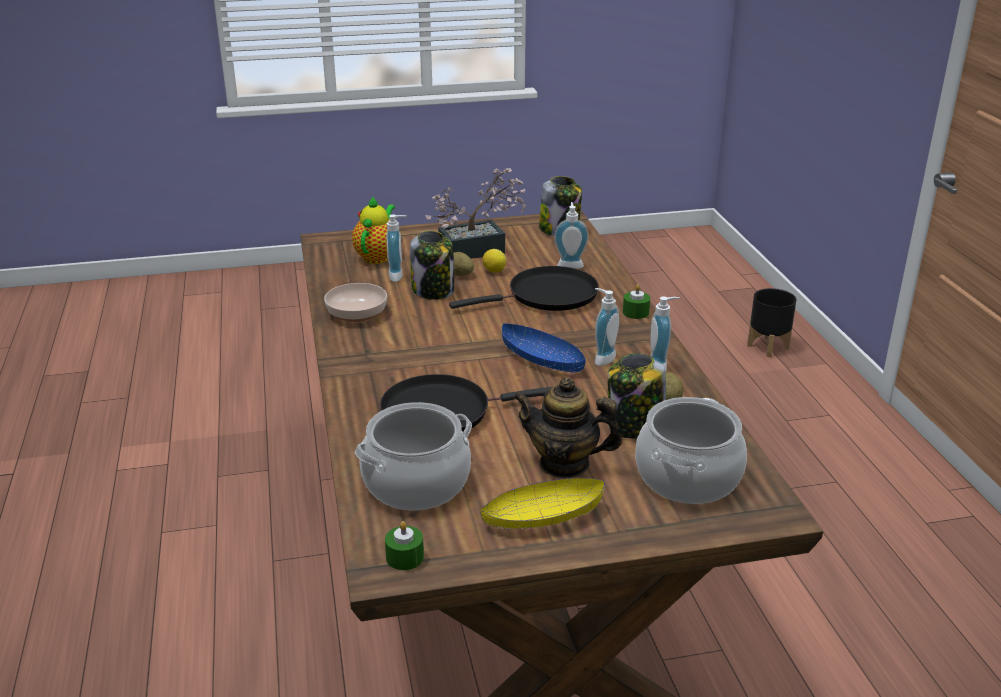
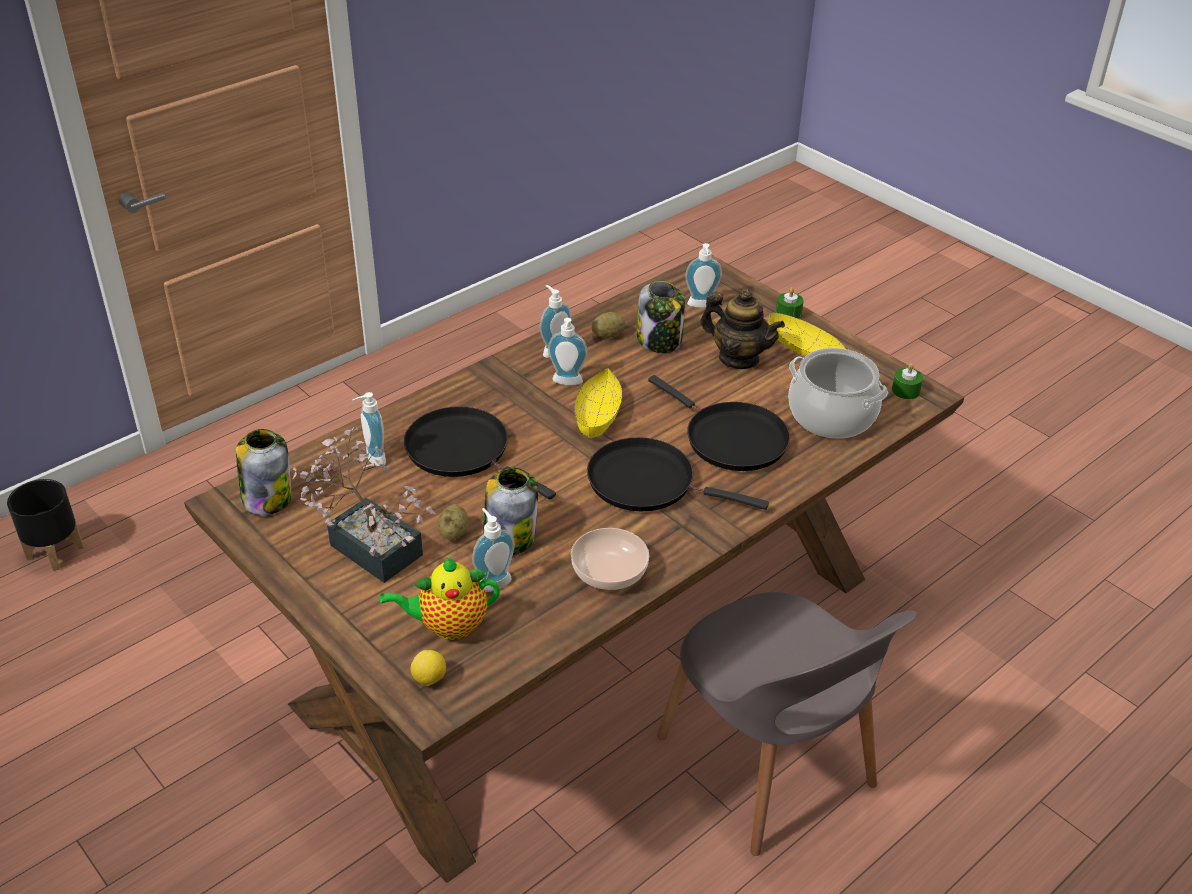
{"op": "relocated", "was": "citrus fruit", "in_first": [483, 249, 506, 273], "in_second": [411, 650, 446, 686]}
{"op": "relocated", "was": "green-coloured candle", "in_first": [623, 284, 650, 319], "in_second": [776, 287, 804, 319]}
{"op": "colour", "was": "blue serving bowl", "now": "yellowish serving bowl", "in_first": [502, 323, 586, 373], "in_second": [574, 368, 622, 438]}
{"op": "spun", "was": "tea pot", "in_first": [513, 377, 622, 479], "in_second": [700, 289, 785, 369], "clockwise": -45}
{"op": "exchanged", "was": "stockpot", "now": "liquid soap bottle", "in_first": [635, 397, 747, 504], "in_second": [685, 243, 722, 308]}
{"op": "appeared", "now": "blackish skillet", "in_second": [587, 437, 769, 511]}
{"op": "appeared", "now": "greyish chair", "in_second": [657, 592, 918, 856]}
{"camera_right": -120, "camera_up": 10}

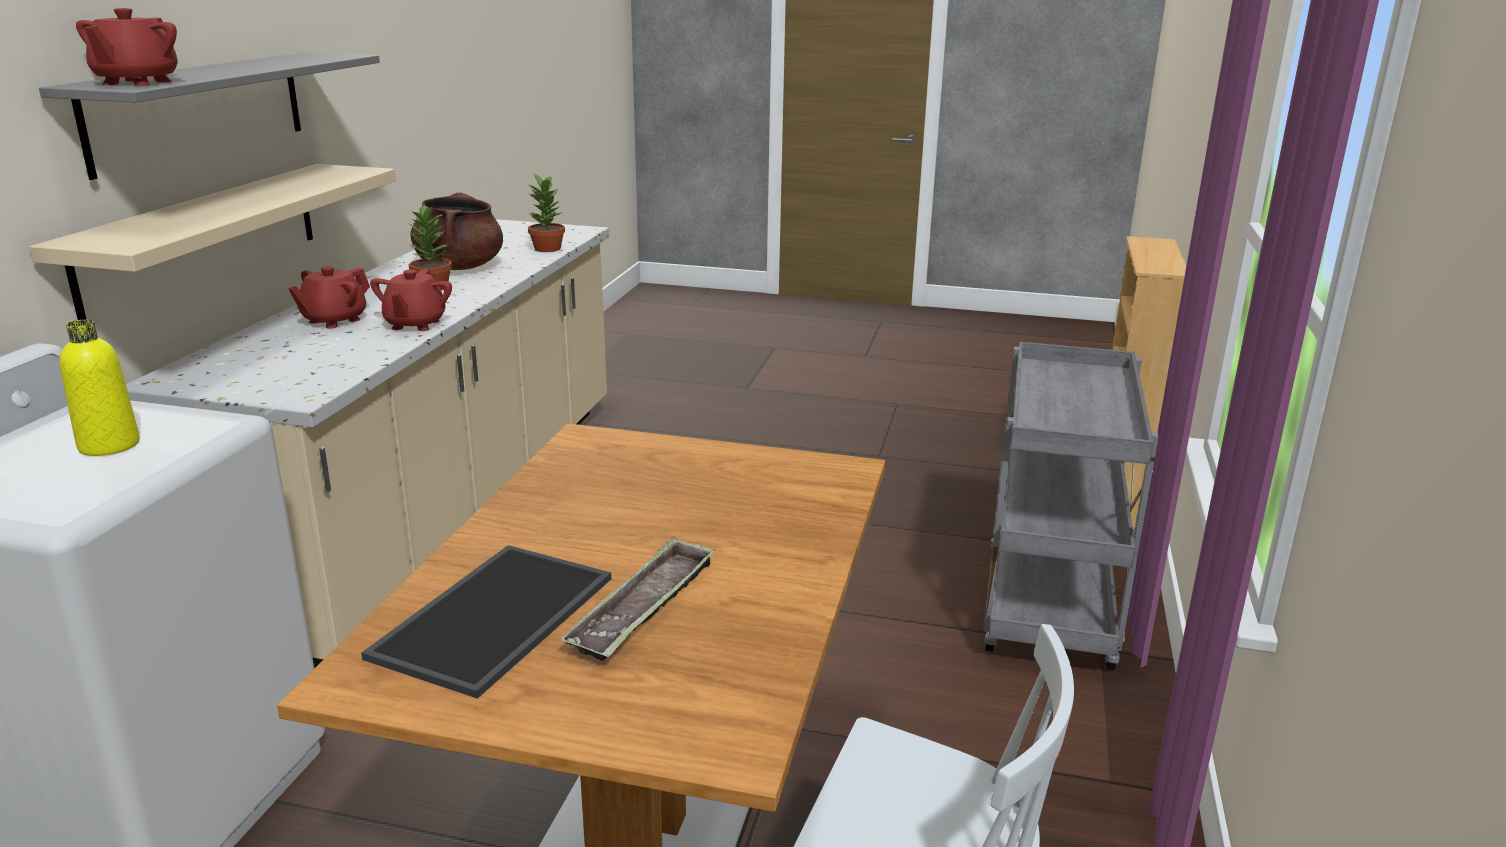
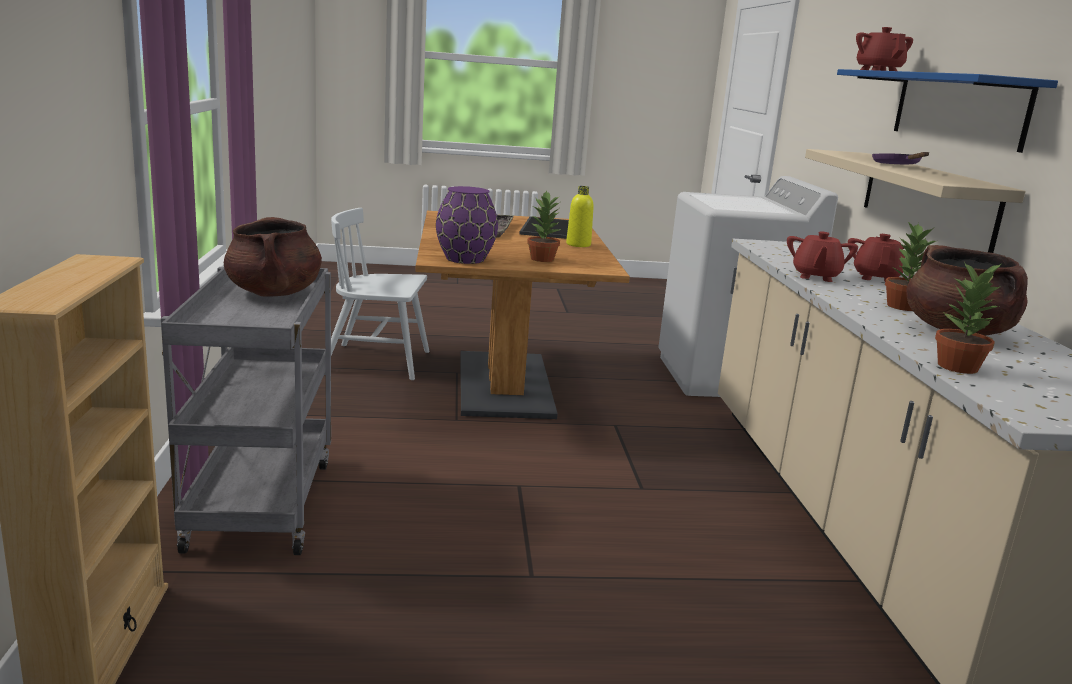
{"op": "colour", "was": "greyish shelf", "now": "blue shelf", "in_first": [39, 52, 380, 180], "in_second": [837, 69, 1058, 153]}
{"op": "spun", "was": "red-coloured tea pot", "in_first": [370, 269, 452, 331], "in_second": [787, 231, 858, 282], "clockwise": -150}
{"op": "relocated", "was": "yellowish beverage bottle", "in_first": [60, 320, 140, 456], "in_second": [566, 186, 593, 247]}
{"op": "appeared", "now": "purple skillet", "in_second": [872, 152, 929, 164]}
{"op": "appeared", "now": "purple flower vase", "in_second": [436, 186, 498, 264]}
{"op": "appeared", "now": "plant in a pot", "in_second": [527, 190, 561, 262]}
{"op": "appeared", "now": "brown stockpot", "in_second": [224, 217, 322, 297]}
{"camera_right": 160, "camera_up": -5}

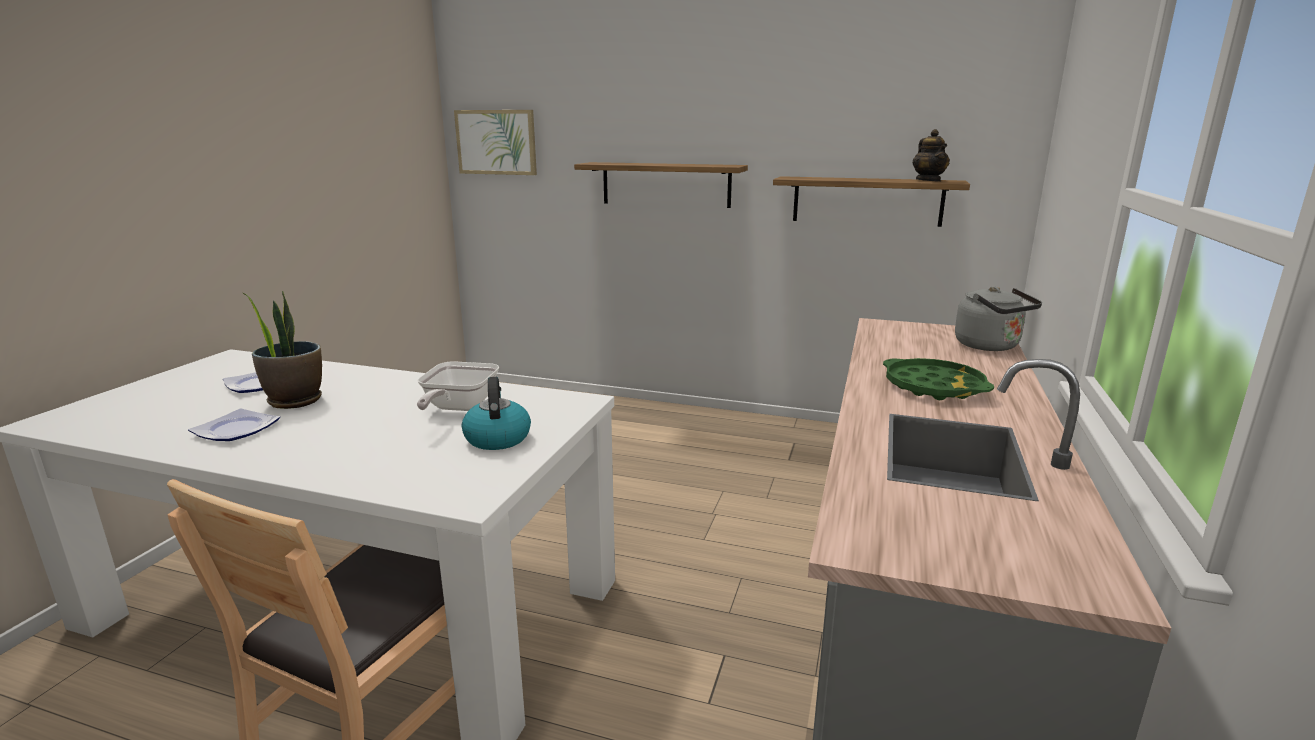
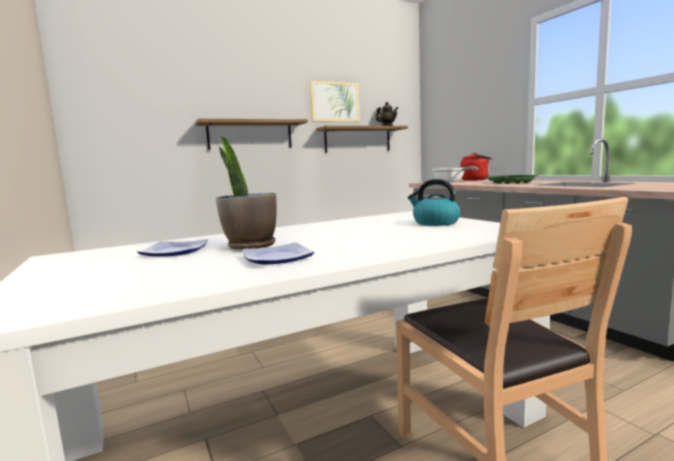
{"op": "relocated", "was": "wall picture", "in_first": [454, 110, 537, 175], "in_second": [309, 81, 360, 122]}
{"op": "colour", "was": "greyish water kettle", "now": "red-coloured water kettle", "in_first": [955, 286, 1042, 351], "in_second": [460, 153, 492, 181]}
{"op": "relocated", "was": "skillet", "in_first": [417, 362, 499, 411], "in_second": [432, 166, 478, 183]}
{"camera_right": -45, "camera_up": -10}

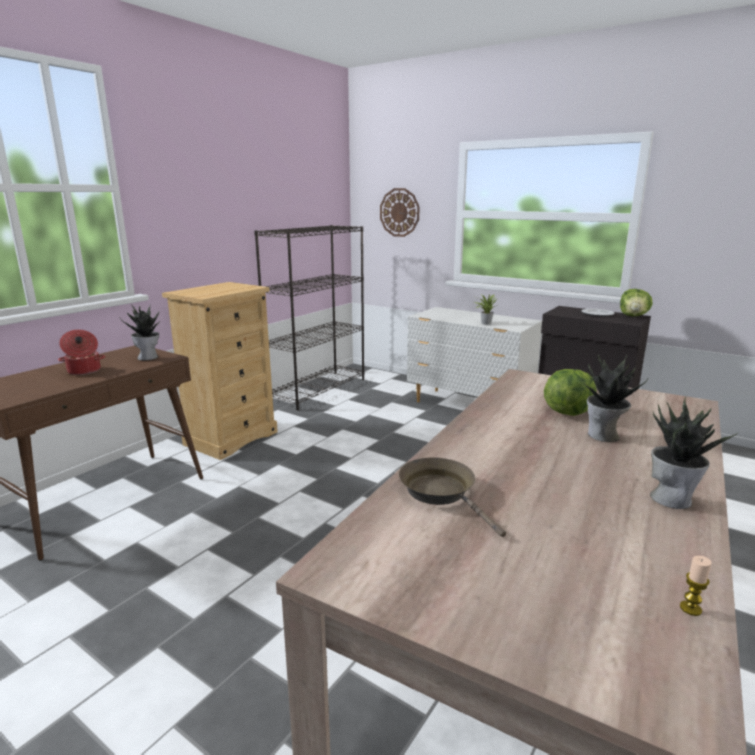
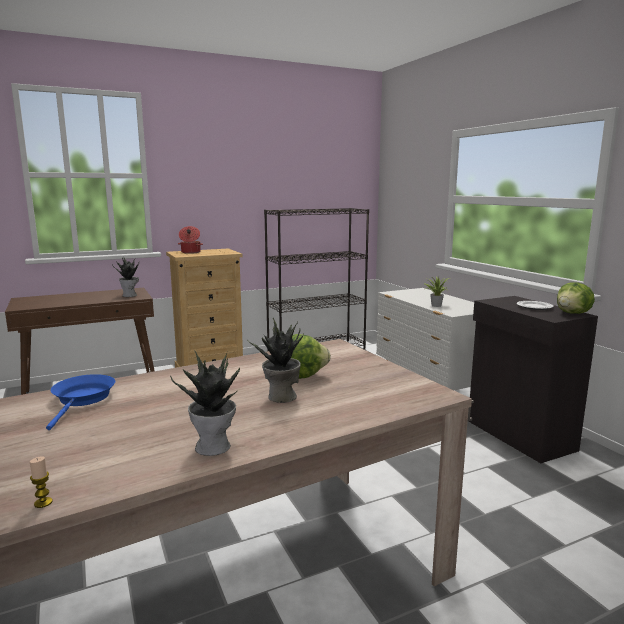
{"op": "missing", "was": "wall clock", "in_first": [380, 188, 420, 237]}
{"op": "relocated", "was": "stockpot", "in_first": [58, 330, 105, 375], "in_second": [178, 226, 203, 254]}
{"op": "colour", "was": "brown skillet", "now": "blue skillet", "in_first": [399, 458, 506, 537], "in_second": [46, 374, 115, 430]}
{"camera_right": 30, "camera_up": -5}

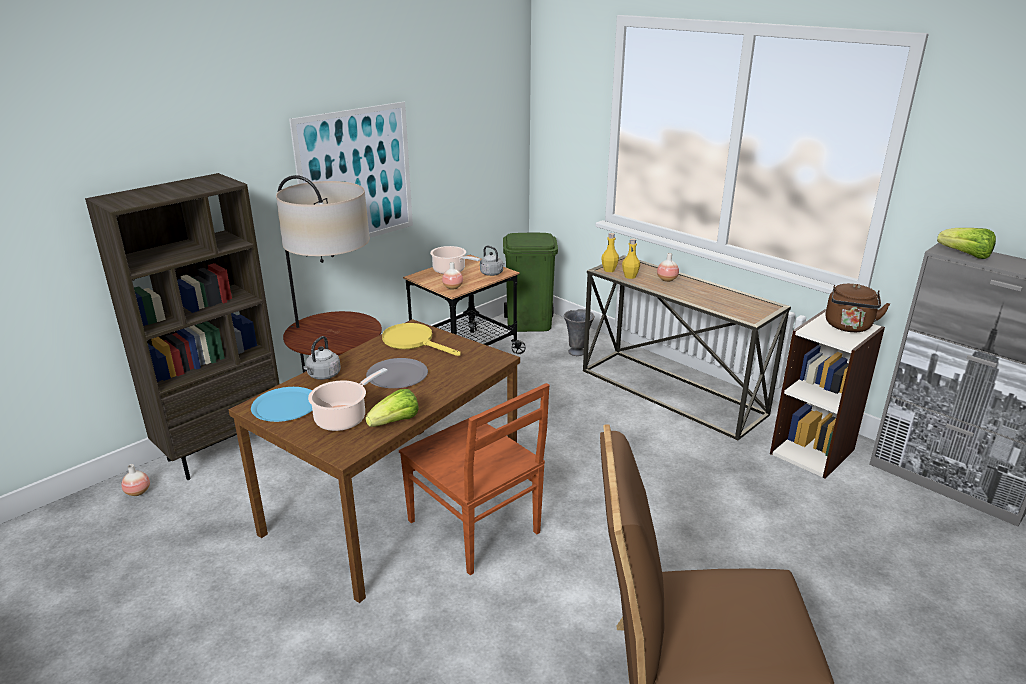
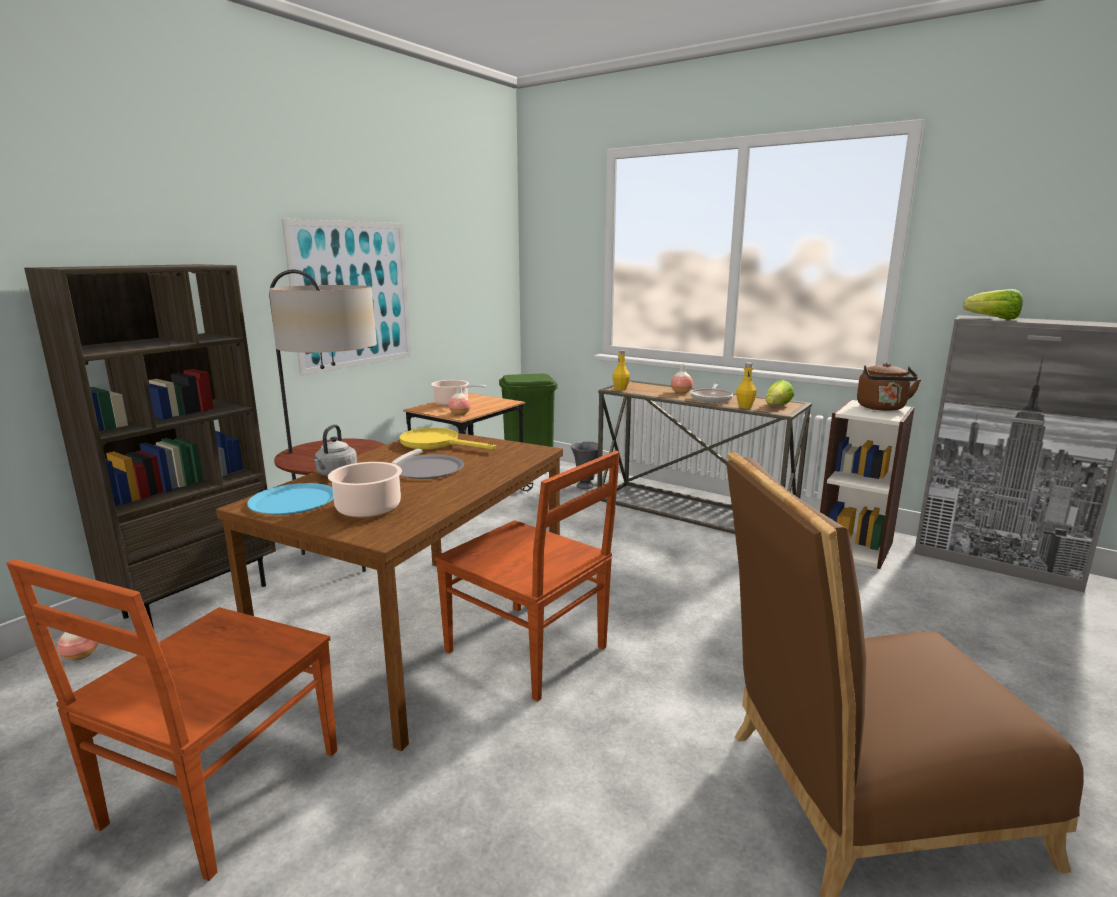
{"op": "relocated", "was": "yellowish beverage bottle", "in_first": [622, 238, 640, 279], "in_second": [736, 363, 756, 408]}
{"op": "missing", "was": "greyish water kettle", "in_first": [480, 246, 505, 276]}
{"op": "relocated", "was": "head of lettuce", "in_first": [365, 389, 419, 427], "in_second": [766, 380, 794, 405]}
{"op": "appeared", "now": "skillet", "in_second": [690, 384, 733, 403]}
{"op": "appeared", "now": "brown chair", "in_second": [6, 559, 337, 881]}
{"camera_right": -10, "camera_up": -10}

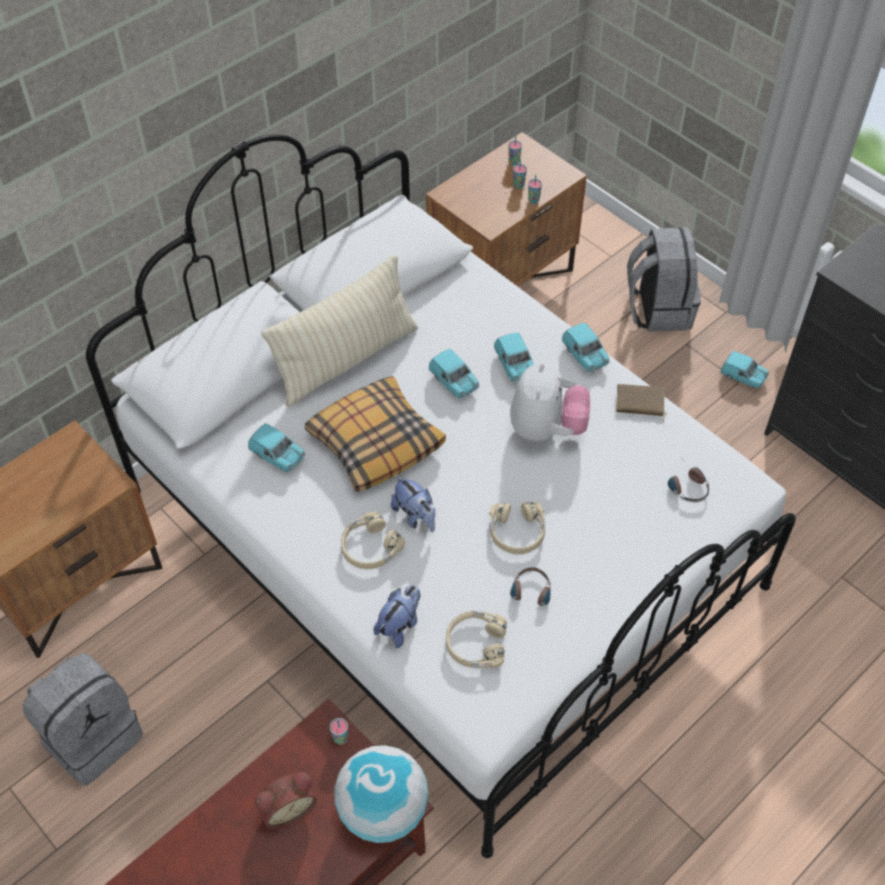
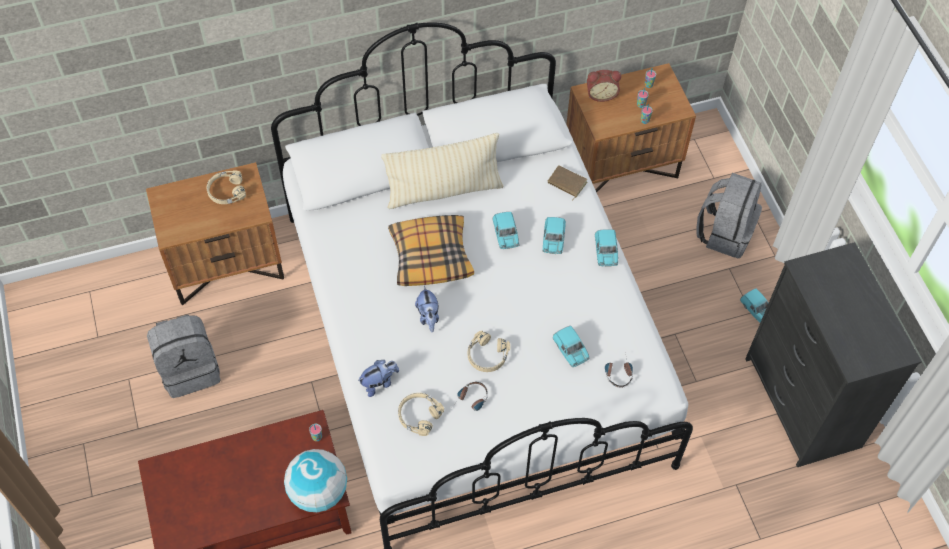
{"op": "missing", "was": "soft toy", "in_first": [510, 362, 590, 441]}
{"op": "relocated", "was": "brown volume", "in_first": [616, 384, 666, 422], "in_second": [548, 165, 587, 201]}
{"op": "relocated", "was": "turquoise miniature car", "in_first": [248, 423, 305, 472], "in_second": [553, 326, 589, 367]}
{"op": "relocated", "was": "beige-coloured headset", "in_first": [341, 511, 405, 569], "in_second": [207, 170, 246, 204]}
{"op": "relocated", "was": "table clock", "in_first": [255, 772, 317, 829], "in_second": [587, 70, 621, 102]}
{"camera_right": 25, "camera_up": 5}

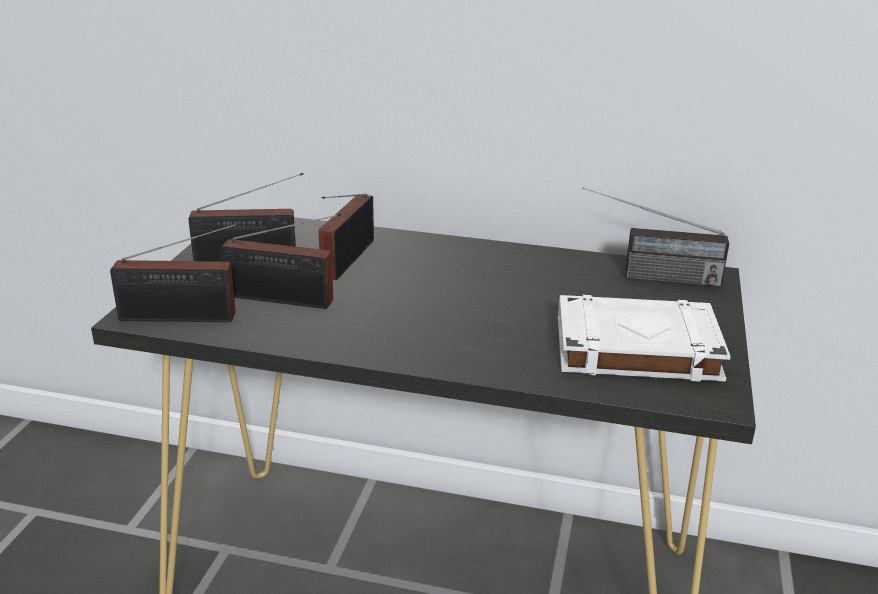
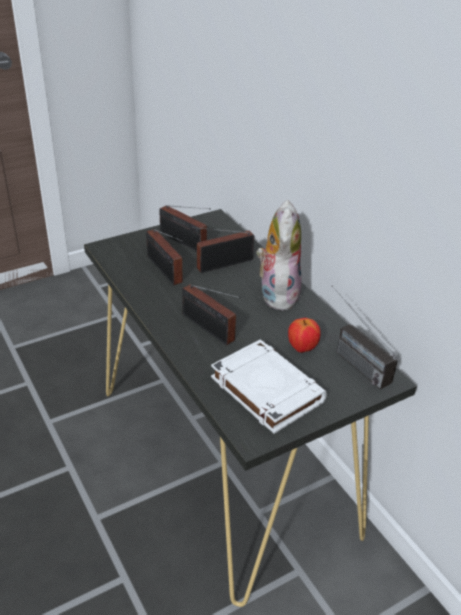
{"op": "relocated", "was": "radio set", "in_first": [110, 223, 240, 322], "in_second": [182, 284, 241, 345]}
{"op": "appeared", "now": "soft toy", "in_second": [256, 200, 302, 312]}
{"op": "appeared", "now": "whole apple", "in_second": [288, 318, 321, 353]}
{"camera_right": 45, "camera_up": 10}

